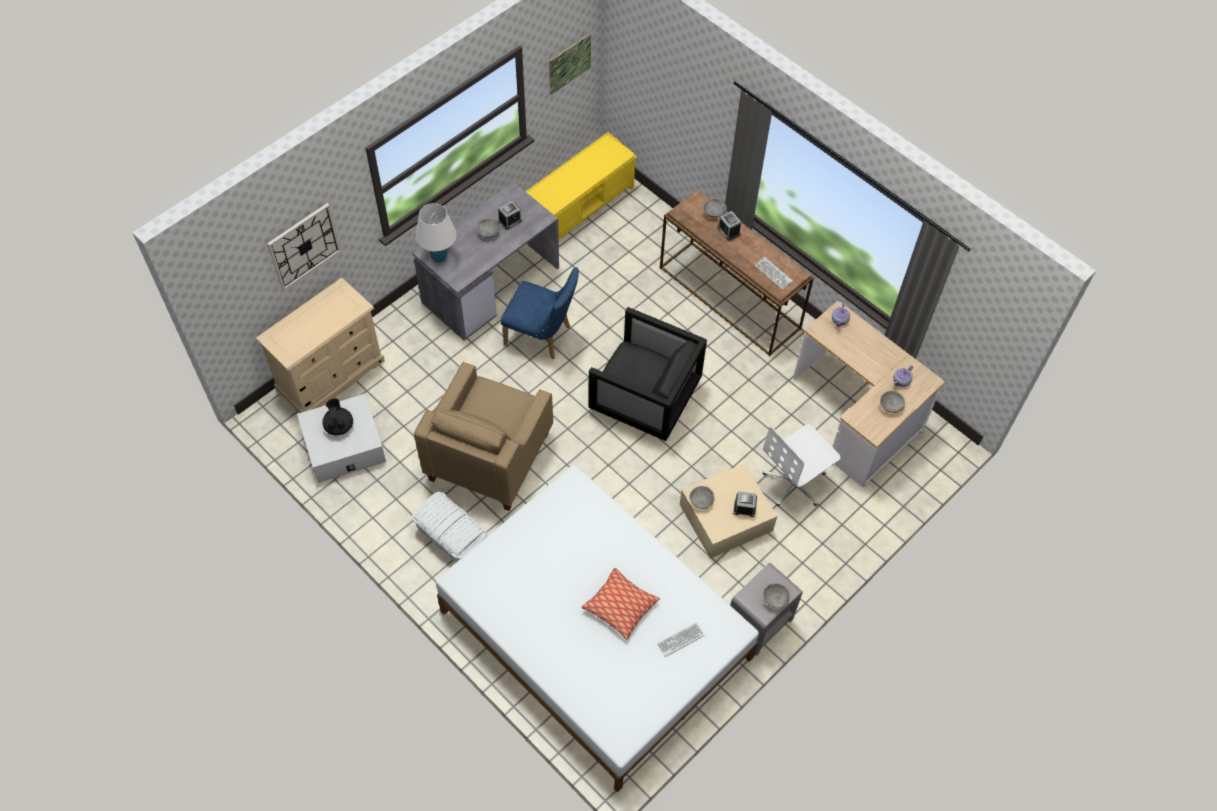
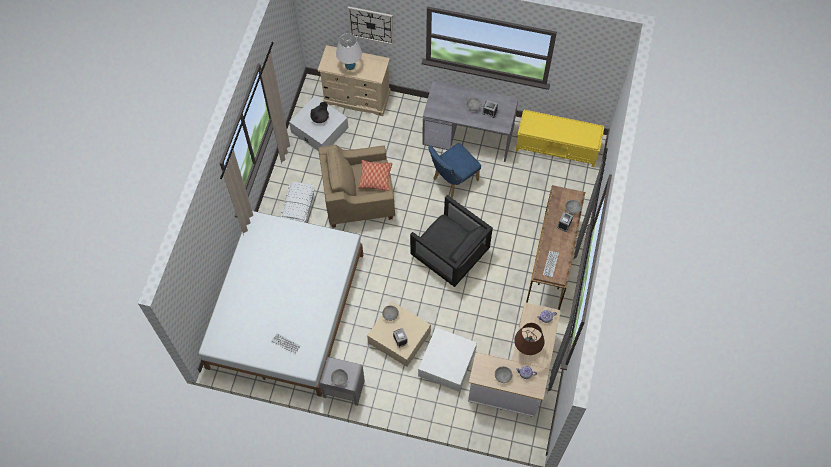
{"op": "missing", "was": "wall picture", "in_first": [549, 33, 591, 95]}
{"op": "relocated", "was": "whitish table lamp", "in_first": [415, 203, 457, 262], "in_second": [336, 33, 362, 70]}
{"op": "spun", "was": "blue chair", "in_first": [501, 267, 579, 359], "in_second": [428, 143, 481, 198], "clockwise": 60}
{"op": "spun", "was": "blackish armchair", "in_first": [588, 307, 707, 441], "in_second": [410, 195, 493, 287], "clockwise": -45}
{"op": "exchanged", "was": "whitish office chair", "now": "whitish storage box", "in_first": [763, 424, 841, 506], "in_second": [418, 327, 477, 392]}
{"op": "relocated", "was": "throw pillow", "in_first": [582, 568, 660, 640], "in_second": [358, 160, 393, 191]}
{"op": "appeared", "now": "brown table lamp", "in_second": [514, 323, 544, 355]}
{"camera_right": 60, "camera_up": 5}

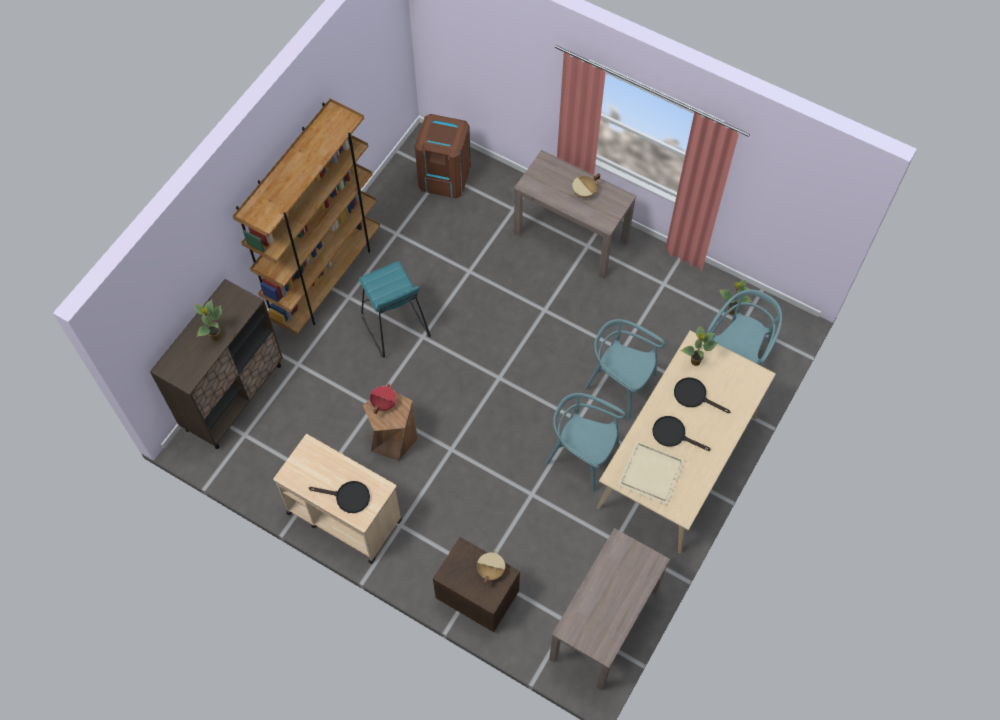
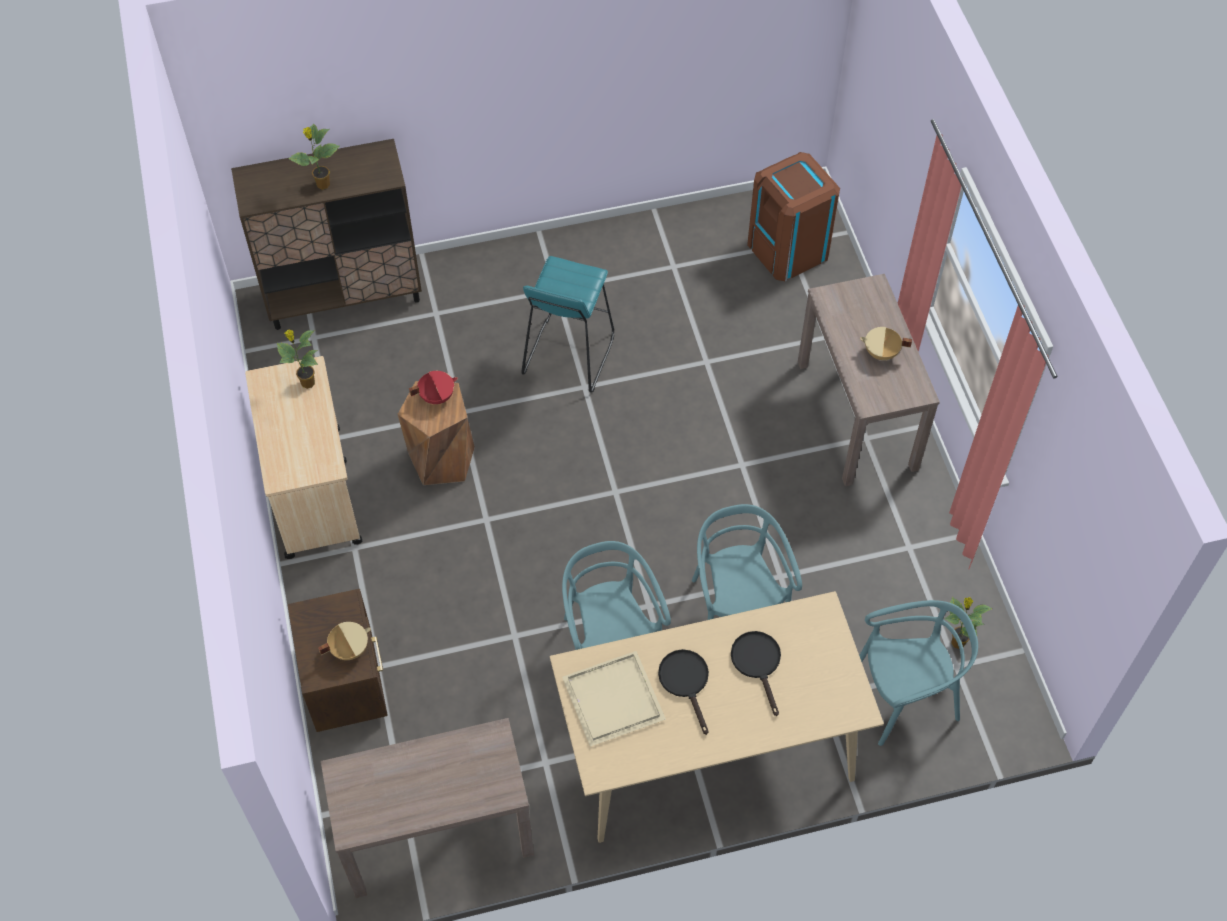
{"op": "missing", "was": "brown shelving unit", "in_first": [233, 99, 380, 335]}
{"op": "relocated", "was": "plant in a pot", "in_first": [680, 326, 719, 366], "in_second": [277, 330, 318, 389]}
{"op": "missing", "was": "blackish skillet", "in_first": [309, 481, 370, 513]}
{"camera_right": 45, "camera_up": -5}

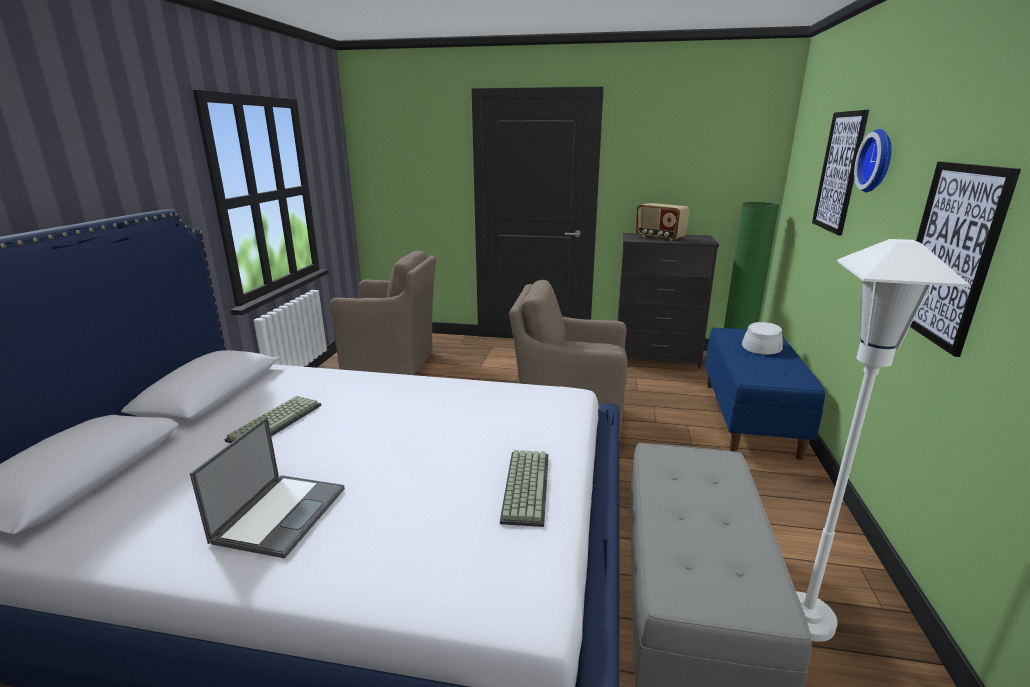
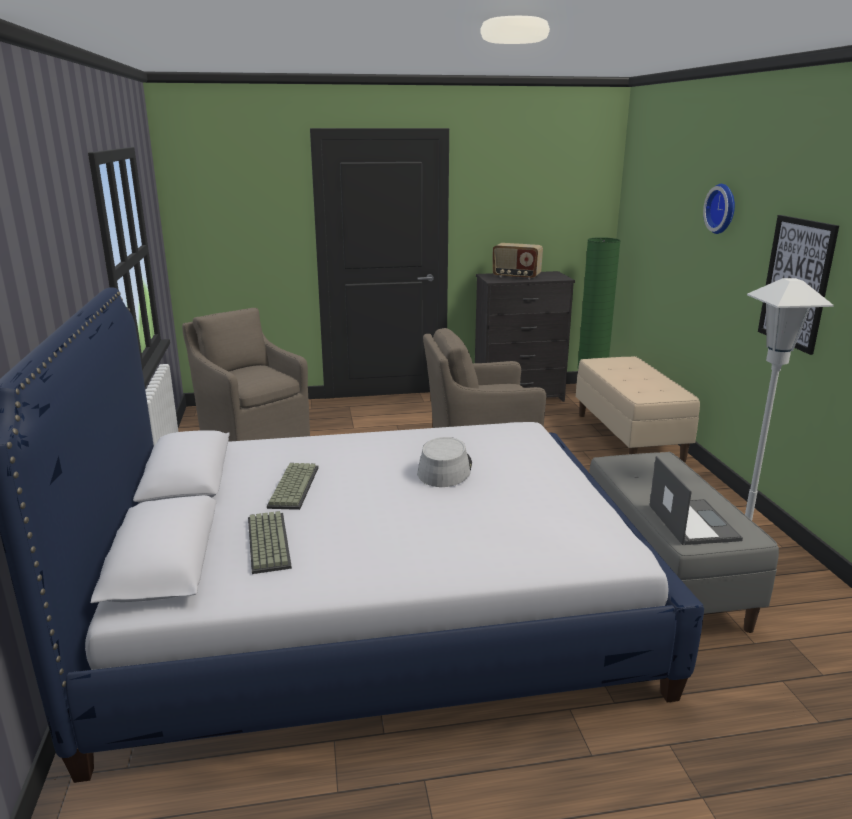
{"op": "missing", "was": "wall picture", "in_first": [812, 110, 869, 236]}
{"op": "spun", "was": "brown armchair", "in_first": [330, 250, 436, 375], "in_second": [182, 308, 310, 442], "clockwise": -120}
{"op": "relocated", "was": "greyish clothing hat", "in_first": [742, 322, 784, 355], "in_second": [418, 437, 472, 487]}
{"op": "colour", "was": "blue long seat", "now": "beige-coloured long seat", "in_first": [705, 328, 825, 460], "in_second": [576, 356, 700, 463]}
{"op": "relocated", "was": "notebook computer", "in_first": [190, 417, 345, 558], "in_second": [649, 456, 743, 545]}
{"op": "relocated", "was": "keyboard", "in_first": [500, 450, 549, 527], "in_second": [248, 511, 292, 574]}
{"camera_right": -20, "camera_up": 0}

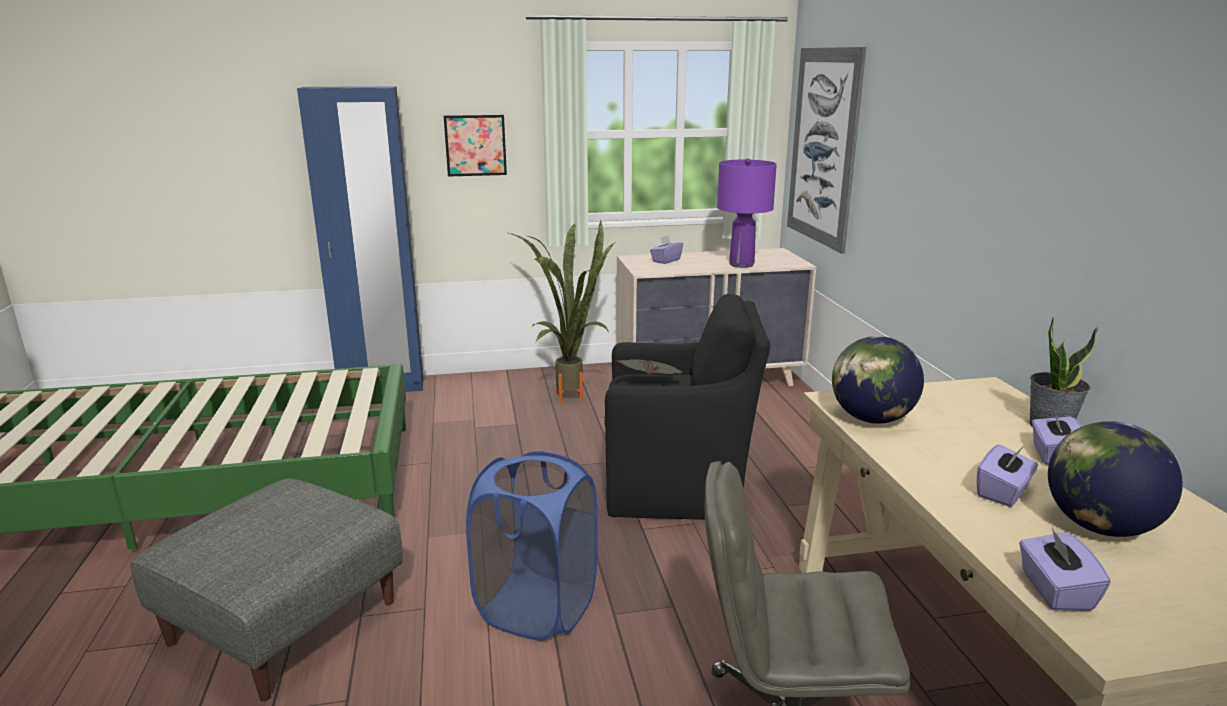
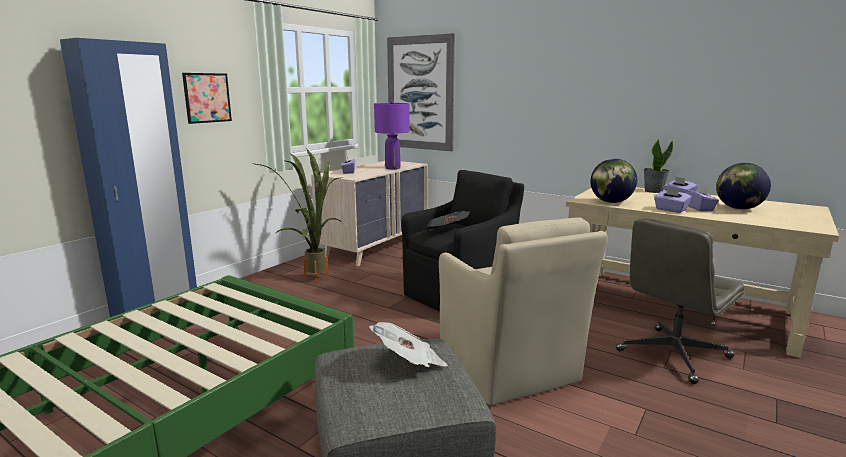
{"op": "exchanged", "was": "blue hamper", "now": "beige-coloured armchair", "in_first": [466, 451, 598, 641], "in_second": [439, 217, 608, 406]}
{"op": "relocated", "was": "purple box of tissues", "in_first": [1019, 528, 1111, 611], "in_second": [654, 187, 691, 213]}
{"op": "appeared", "now": "printed paper", "in_second": [369, 322, 448, 367]}
{"camera_right": -45, "camera_up": -5}

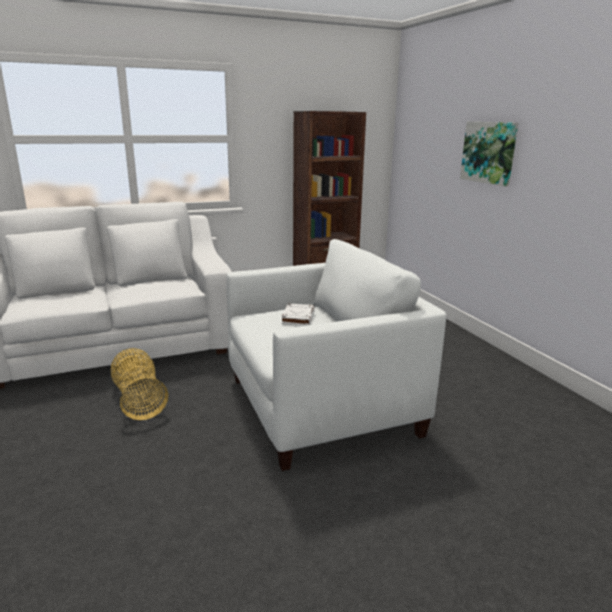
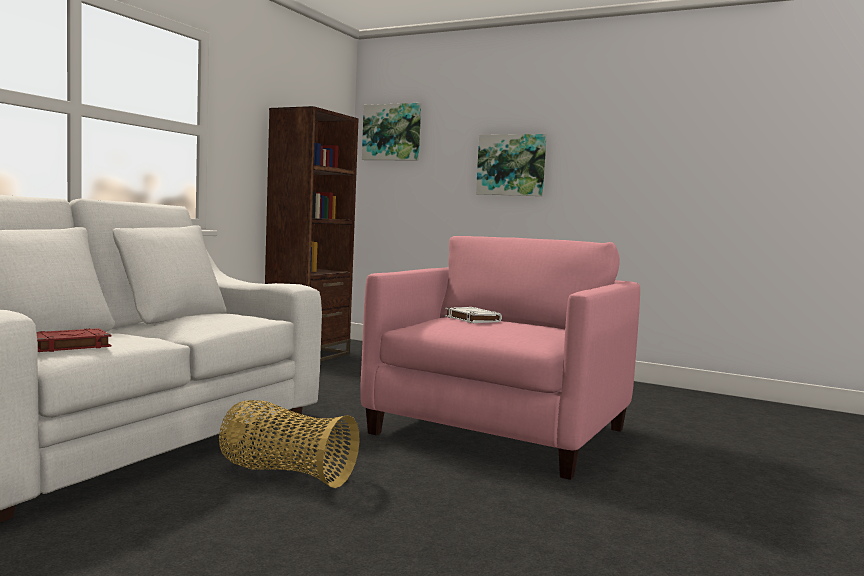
{"op": "colour", "was": "whitish armchair", "now": "pink armchair", "in_first": [226, 239, 446, 471], "in_second": [360, 236, 640, 480]}
{"op": "appeared", "now": "wall picture", "in_second": [362, 103, 421, 160]}
{"op": "appeared", "now": "red-coloured volume", "in_second": [36, 328, 111, 352]}
{"camera_right": -40, "camera_up": -15}

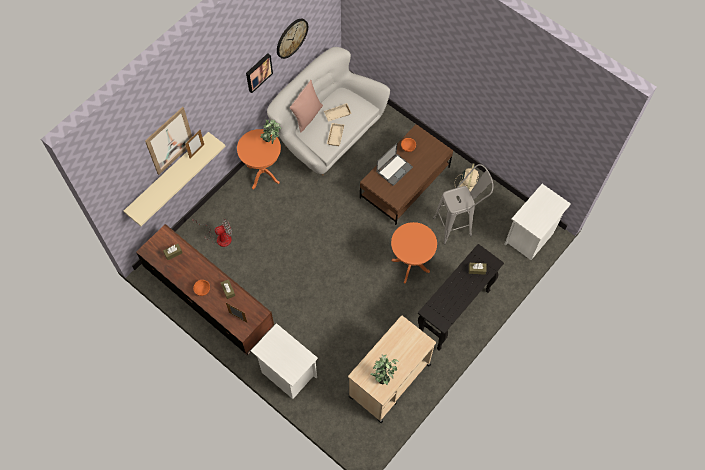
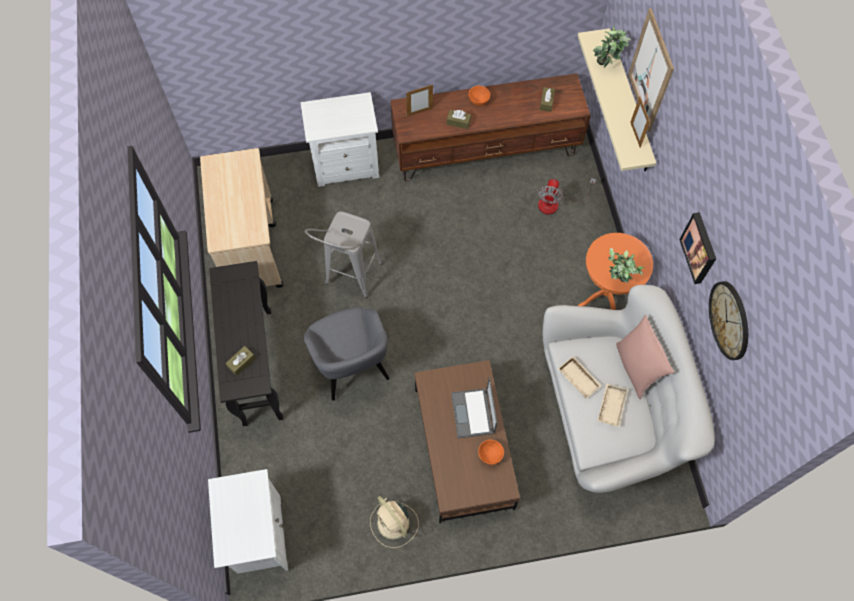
{"op": "relocated", "was": "greyish sitting stool", "in_first": [433, 164, 494, 244], "in_second": [305, 211, 383, 298]}
{"op": "exchanged", "was": "orangey end table", "now": "greyish armchair", "in_first": [391, 222, 437, 284], "in_second": [303, 307, 389, 401]}
{"op": "relocated", "was": "plant in a pot", "in_first": [371, 354, 399, 385], "in_second": [592, 26, 631, 68]}
{"camera_right": 130, "camera_up": 0}

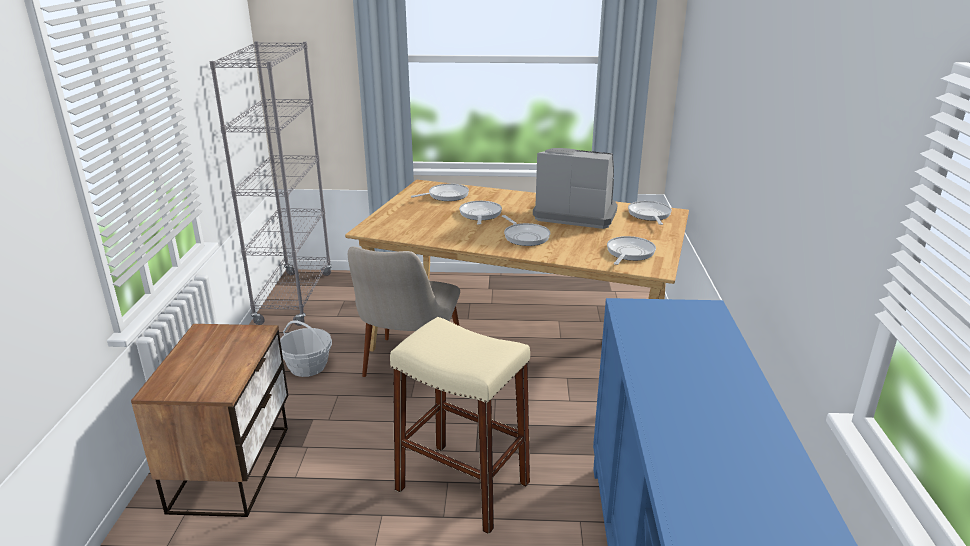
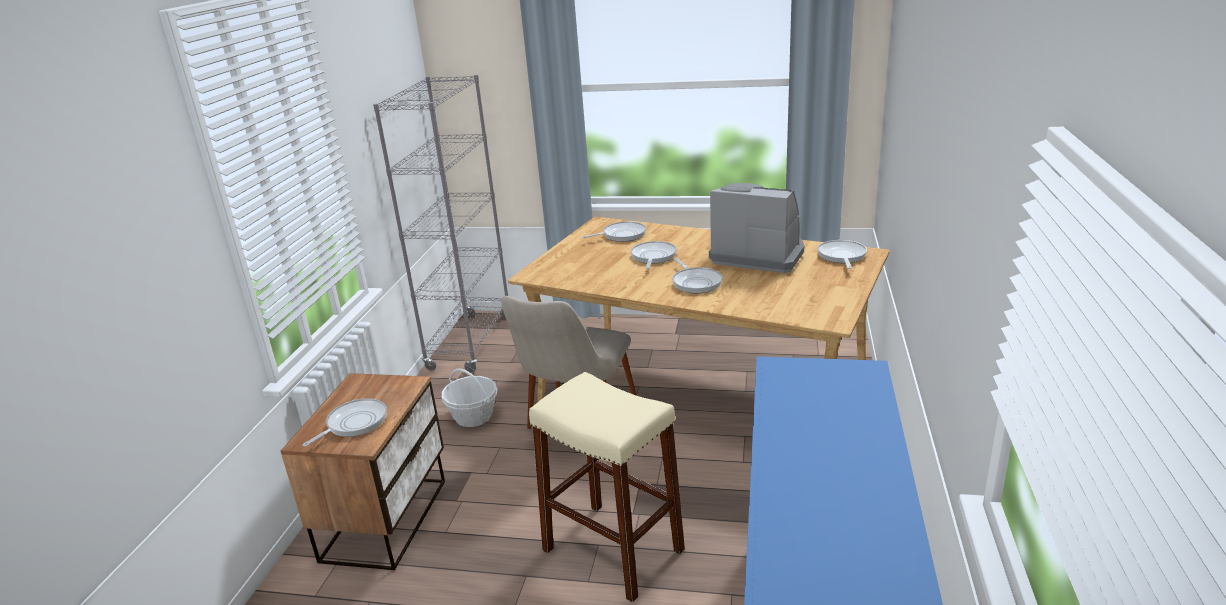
{"op": "relocated", "was": "skillet", "in_first": [607, 236, 656, 265], "in_second": [303, 398, 387, 447]}
{"camera_right": 10, "camera_up": 0}

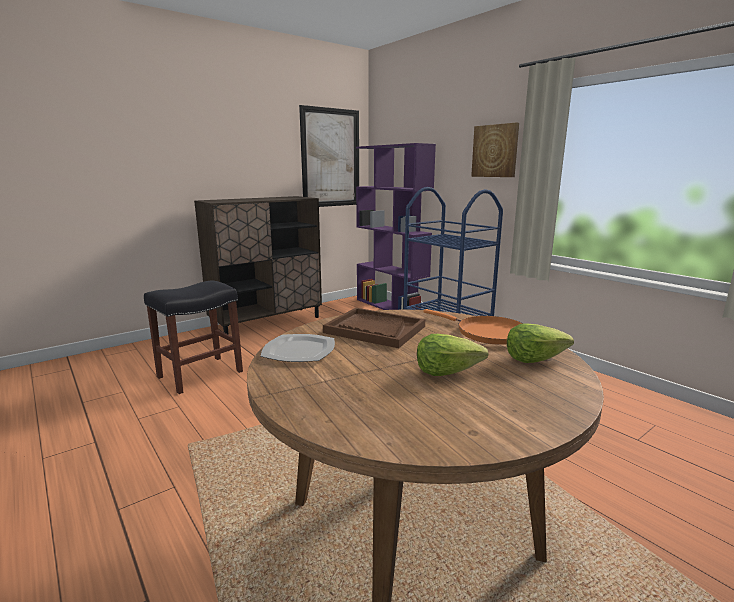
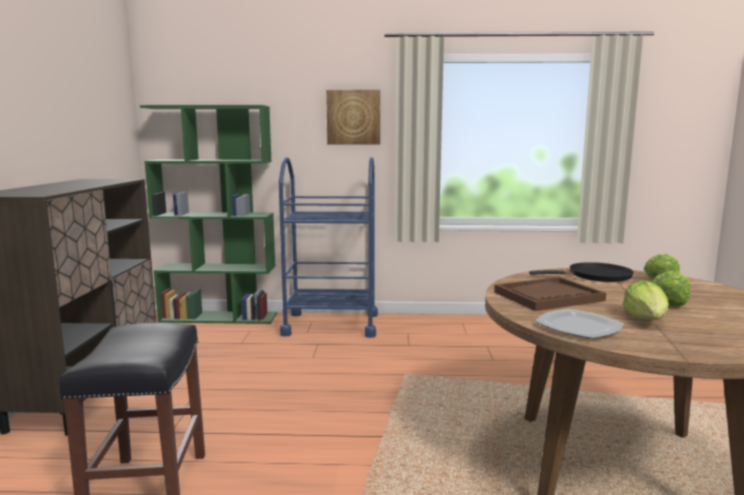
{"op": "missing", "was": "wall picture", "in_first": [299, 105, 359, 207]}
{"op": "colour", "was": "purple shelving unit", "now": "green-coloured shelving unit", "in_first": [356, 143, 436, 310], "in_second": [140, 105, 277, 324]}
{"op": "colour", "was": "orangey skillet", "now": "blackish skillet", "in_first": [423, 309, 523, 345], "in_second": [529, 262, 634, 282]}
{"op": "appeared", "now": "head of lettuce", "in_second": [623, 280, 669, 320]}
{"camera_right": -50, "camera_up": -5}

